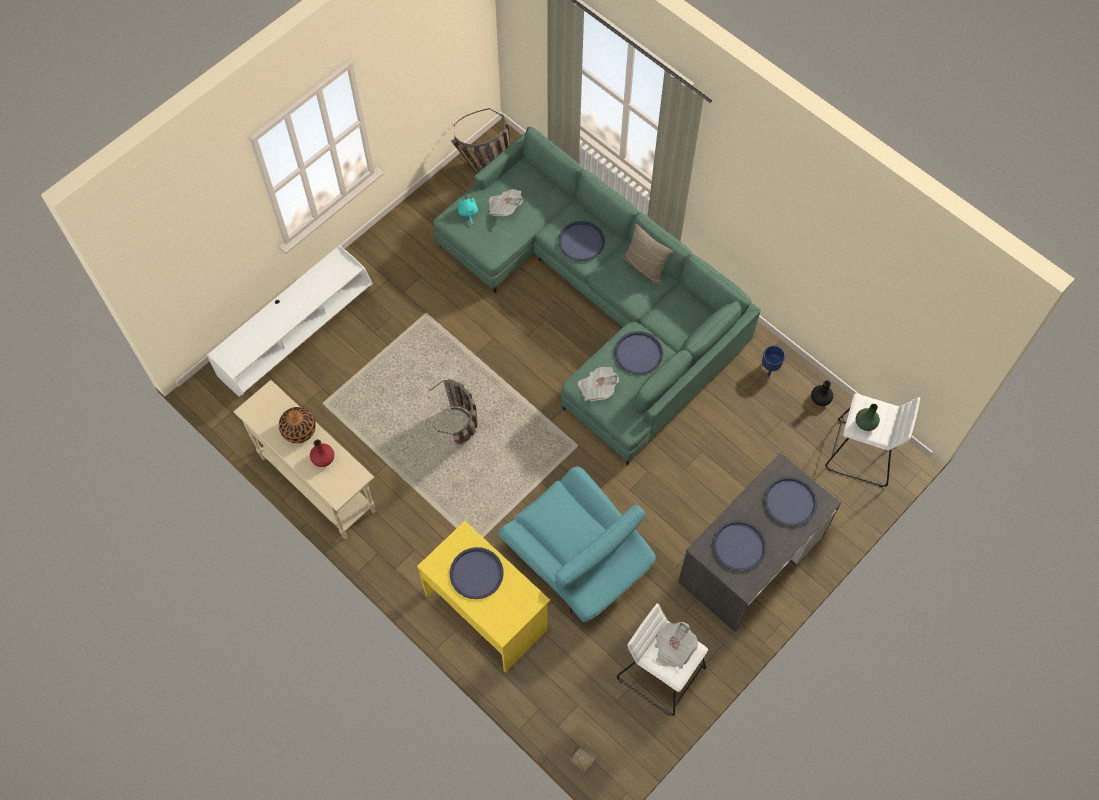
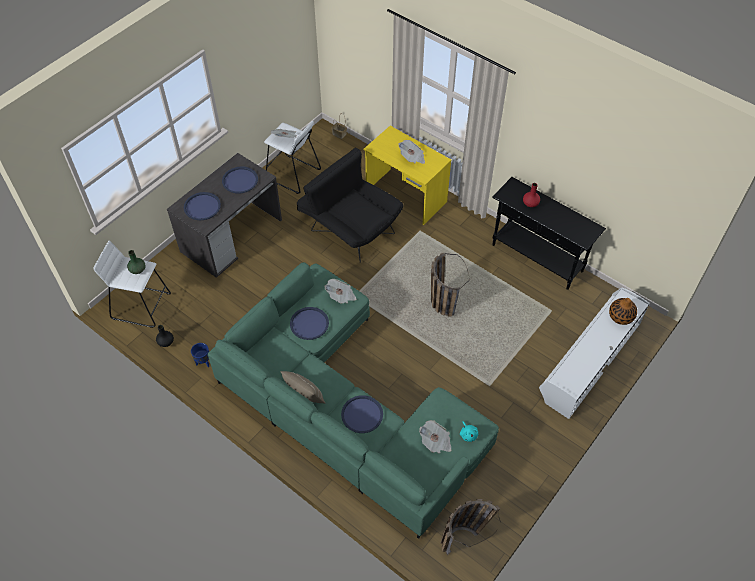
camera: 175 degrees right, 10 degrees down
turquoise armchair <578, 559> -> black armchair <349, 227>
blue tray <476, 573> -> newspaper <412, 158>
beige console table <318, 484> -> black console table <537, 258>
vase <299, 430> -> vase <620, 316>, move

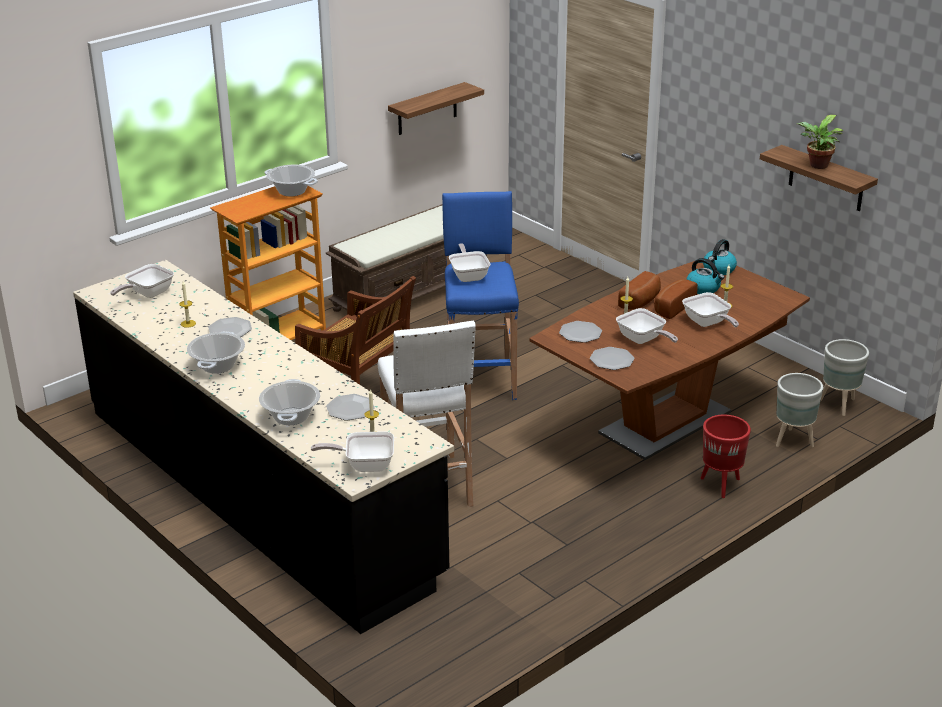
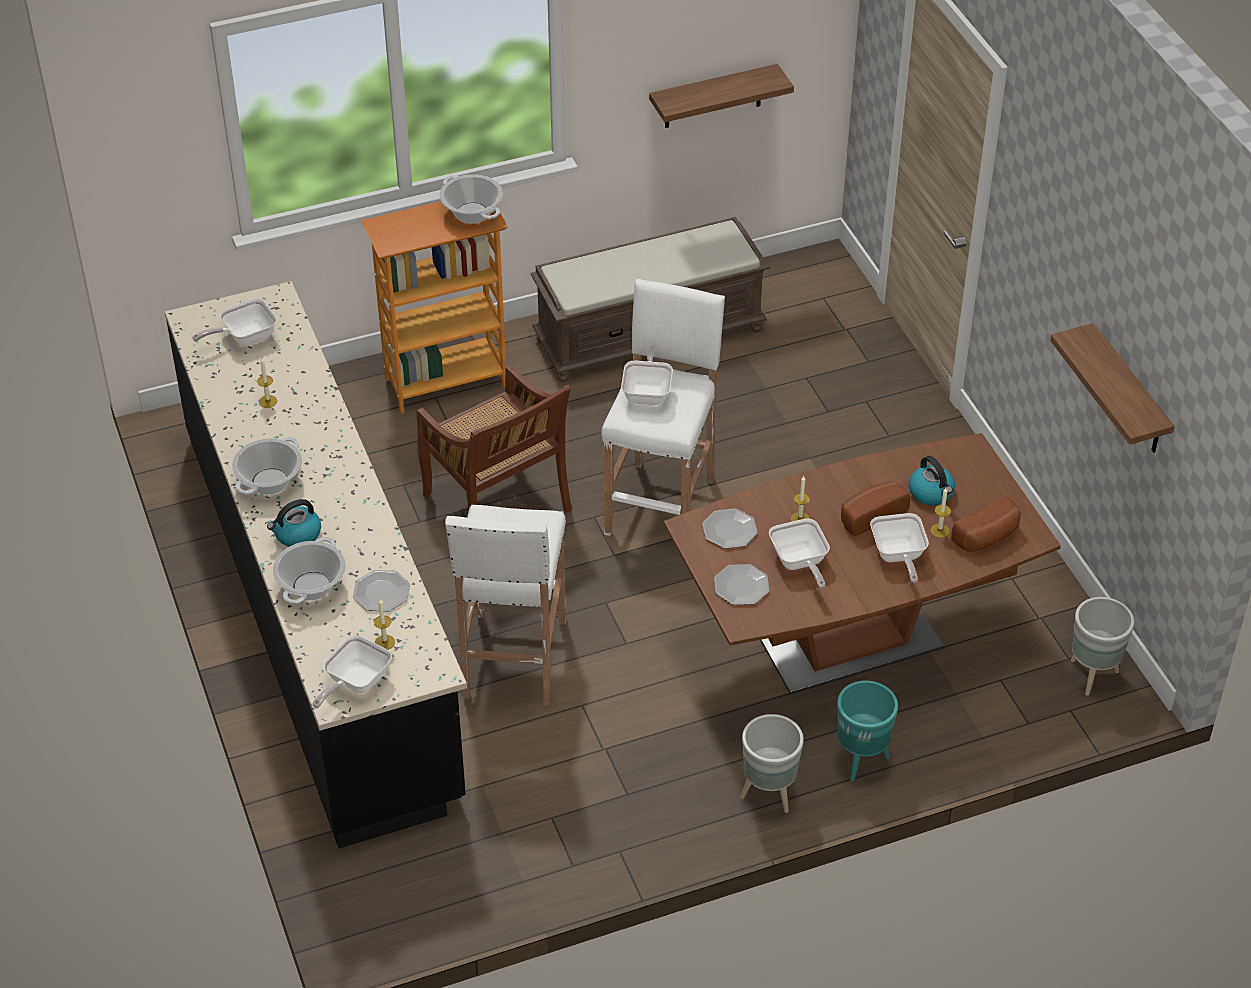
camera: 20 degrees right, 15 degrees up
kettle <718, 269> -> kettle <297, 535>, move
frying pan <364, 465> -> frying pan <354, 683>, 75 degrees counterclockwise
blue stool <480, 378> -> white stool <661, 504>
grey planter <793, 441> -> grey planter <768, 795>, move
red planter <721, 485> -> turquoise planter <861, 761>
bread <641, 301> -> bread <988, 538>, move
plate <230, 329> -> none
potted plant <816, 166> -> none

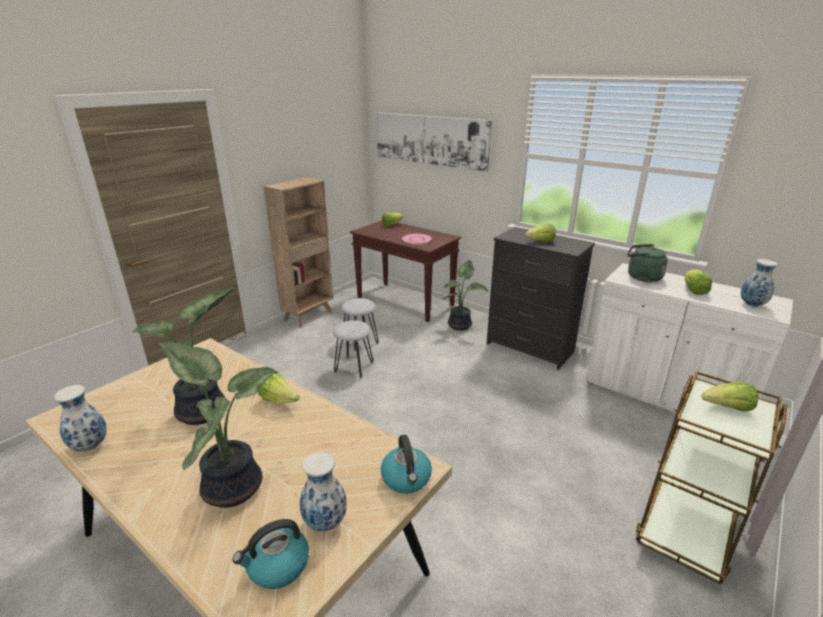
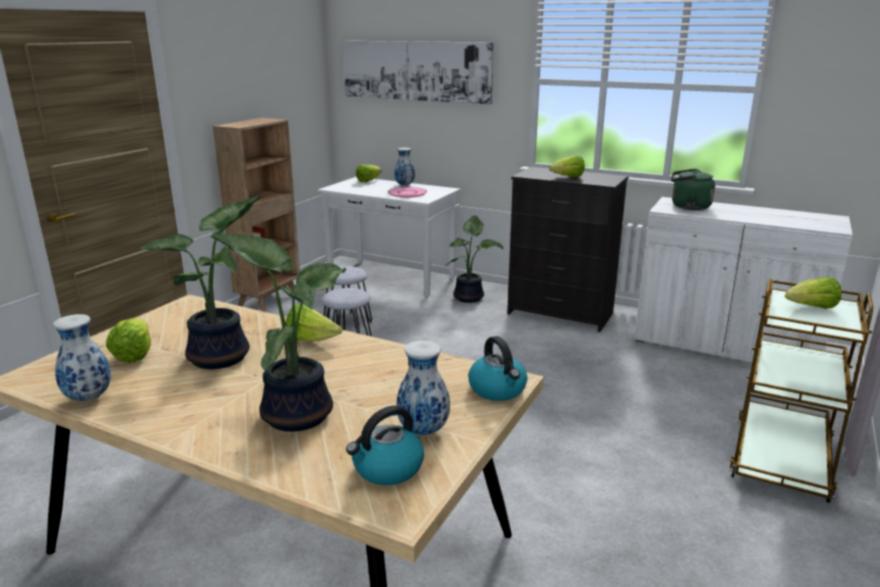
camera: 10 degrees left, 5 degrees down
lettuce <693, 291> -> lettuce <134, 355>, move
brown console table <406, 302> -> white console table <393, 278>
vase <751, 304> -> vase <404, 185>, move

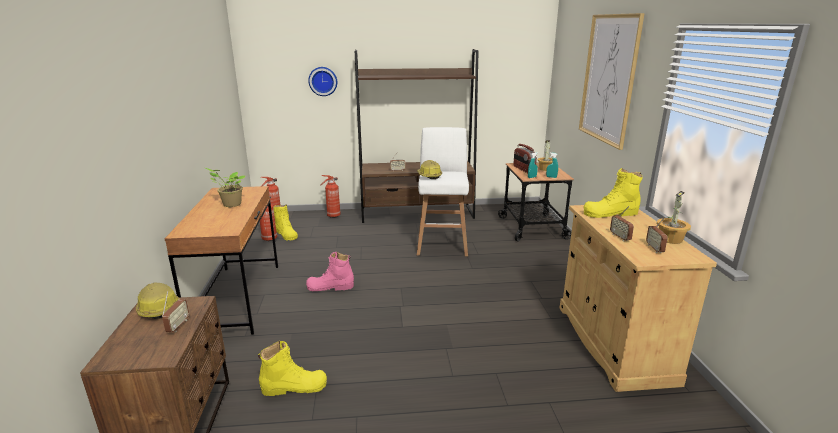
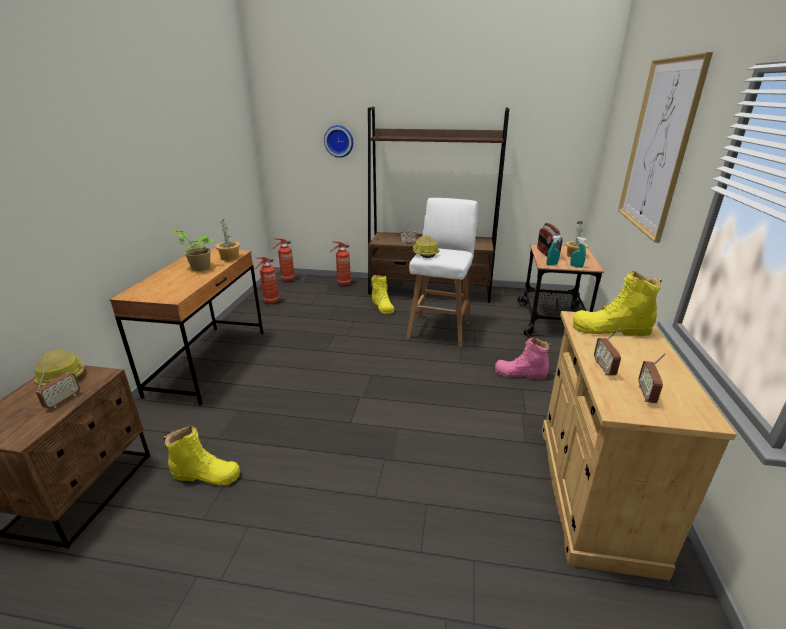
camera: 15 degrees right, 5 degrees up
potted plant <670, 239> -> potted plant <230, 257>, move
yellow boot <286, 234> -> yellow boot <382, 306>, move
pink boot <330, 287> -> pink boot <520, 373>, move

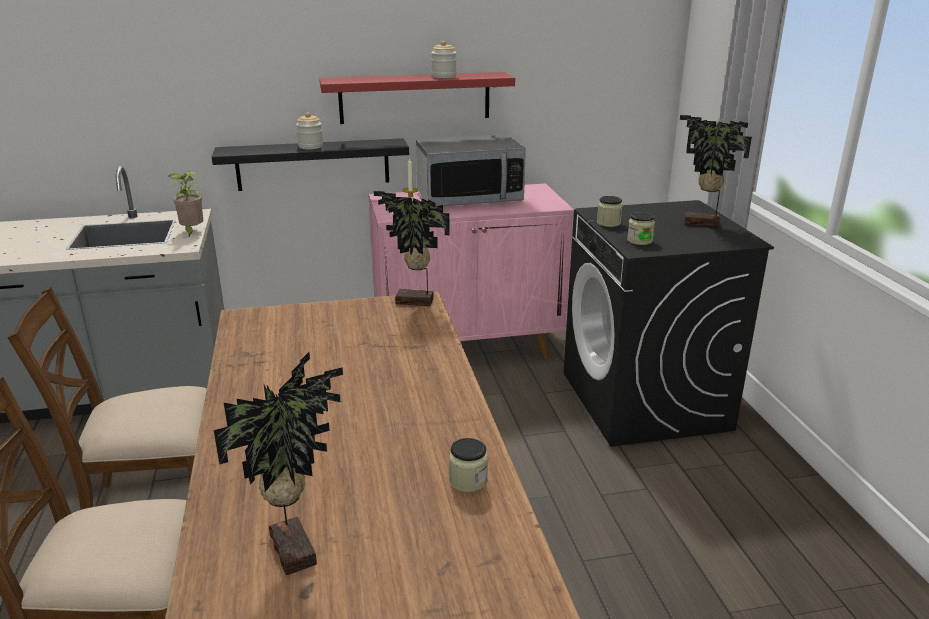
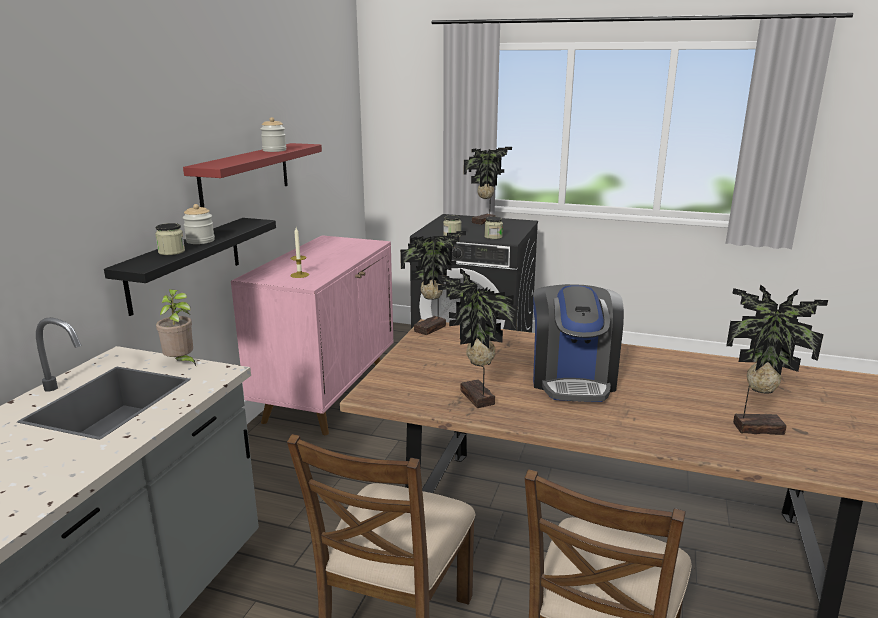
camera: 60 degrees left, 5 degrees down
jar <468, 481> -> jar <171, 252>, move
none -> potted plant <475, 399>
none -> coffee machine <573, 379>
microwave <469, 198> -> none

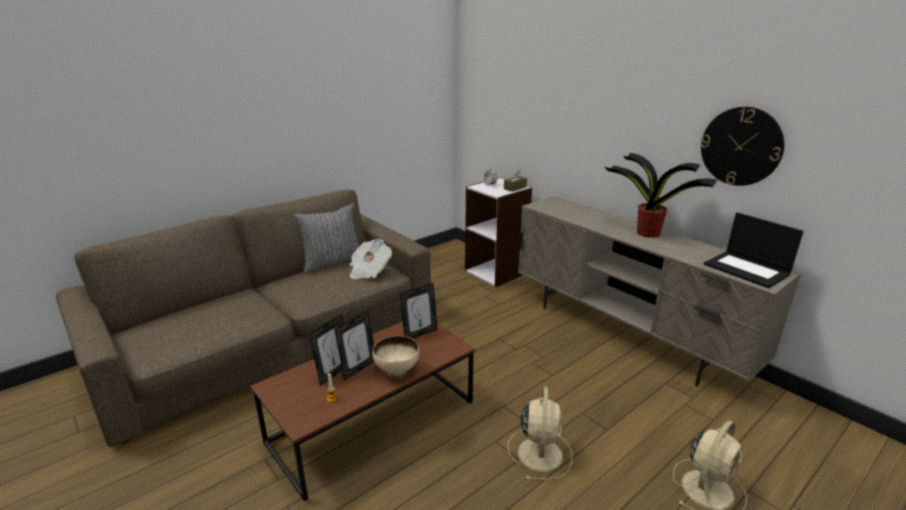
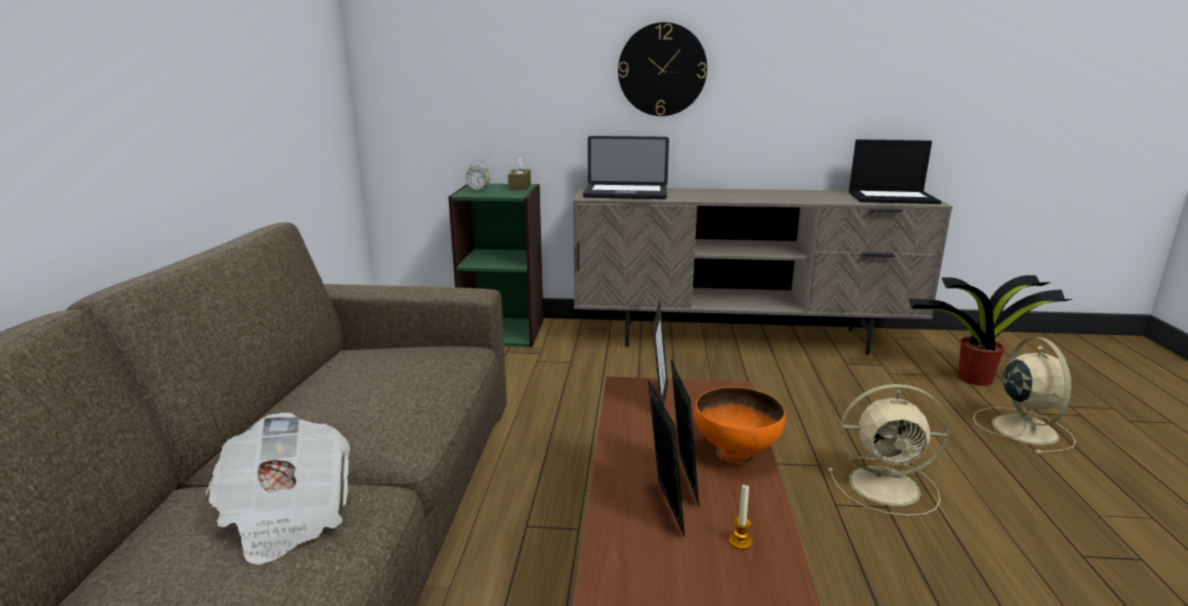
camera: 45 degrees left, 5 degrees down
newspaper <369, 270> -> newspaper <286, 515>, move
white bookcase <496, 272> -> green bookcase <503, 331>
none -> laptop <626, 194>
wall clock <741, 146> -> wall clock <662, 70>, move
beige bowl <397, 372> -> orange bowl <736, 454>
beige fan <540, 452> -> beige fan <887, 486>, 135 degrees clockwise
potted plant <646, 232> -> potted plant <972, 378>, move
grey pillow <332, 263> -> none

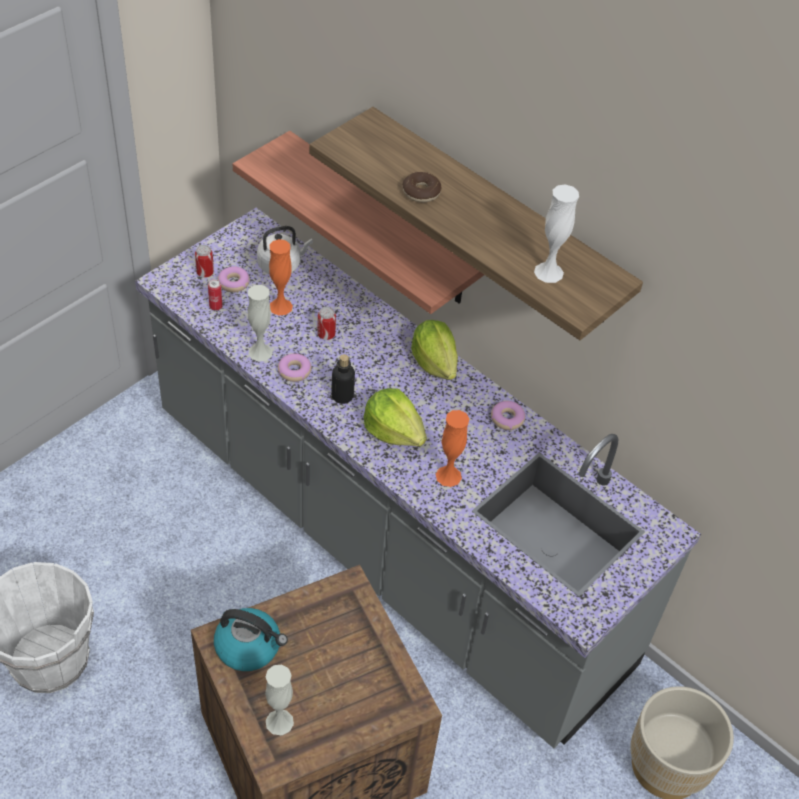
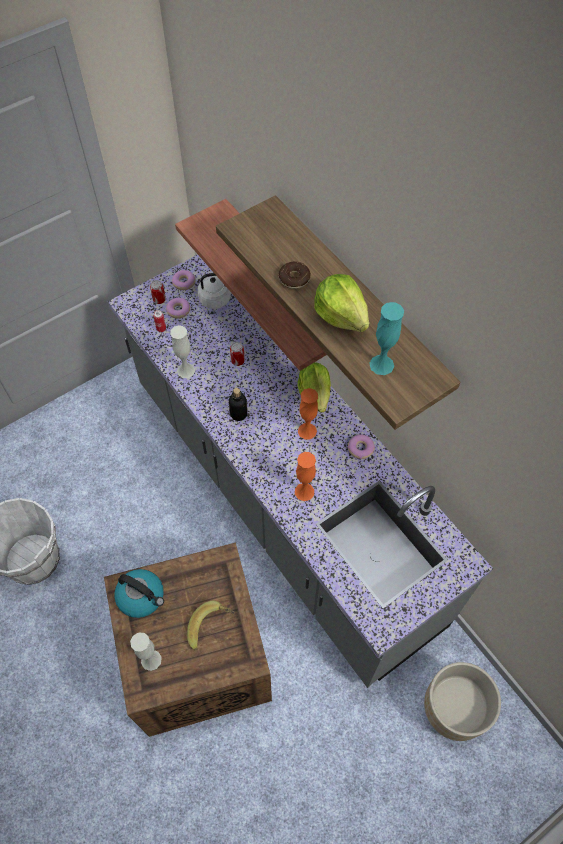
camera: 15 degrees right, 10 degrees up
donut <294, 371> -> donut <184, 282>, move
none -> banana <211, 628>
orange vase <280, 306> -> orange vase <307, 431>, move
lettuce <394, 431> -> lettuce <341, 315>, move
white vase <548, 272> -> turquoise vase <381, 364>

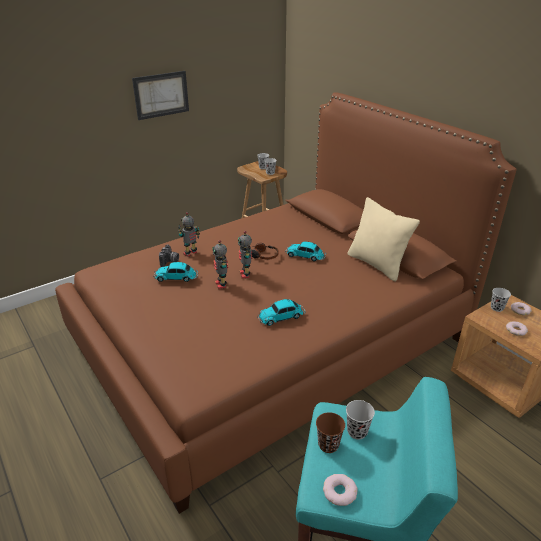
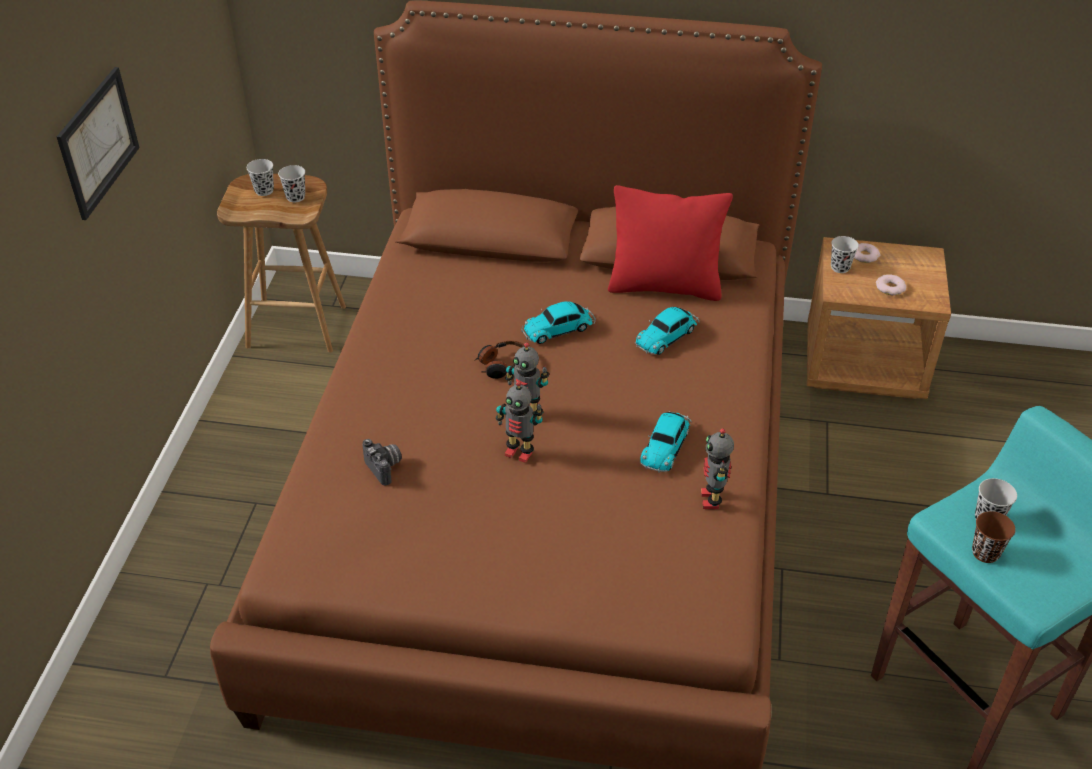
camera: 45 degrees left, 10 degrees up
beige pillow <377, 264> -> red pillow <665, 286>
toy car <177, 277> -> toy car <667, 336>, move
toy robot <191, 253> -> toy robot <712, 499>, move
donut <339, 492> -> none

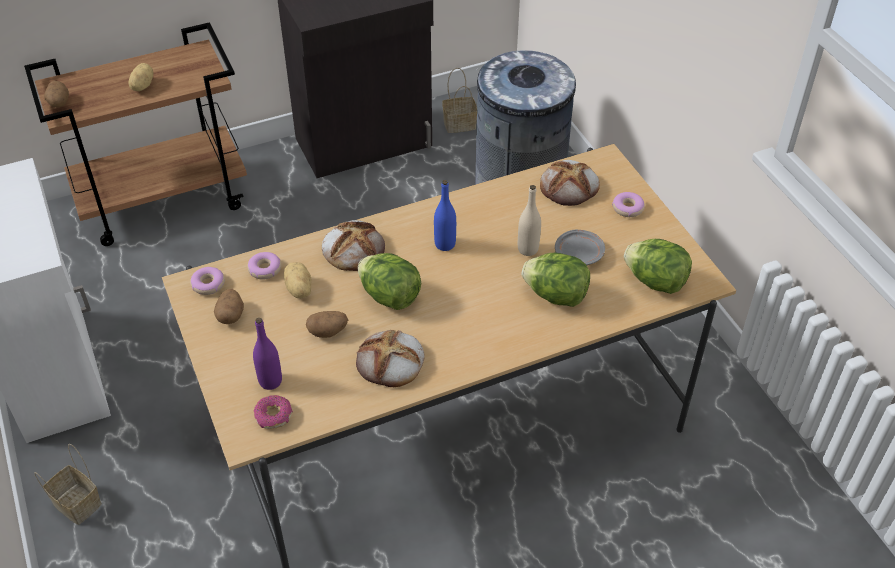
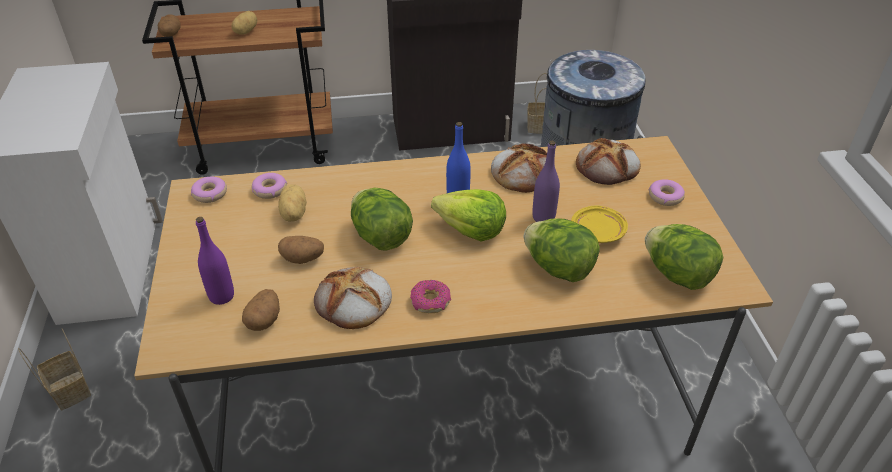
camera: 15 degrees right, 5 degrees down
potato <230, 315> -> potato <264, 320>, move
donut <274, 416> -> donut <430, 302>, move
none -> lettuce <471, 230>
bread <353, 249> -> bread <522, 172>, move
beige bottle <528, 249> -> purple bottle <543, 217>
grey plate <579, 254> -> yellow plate <598, 232>

